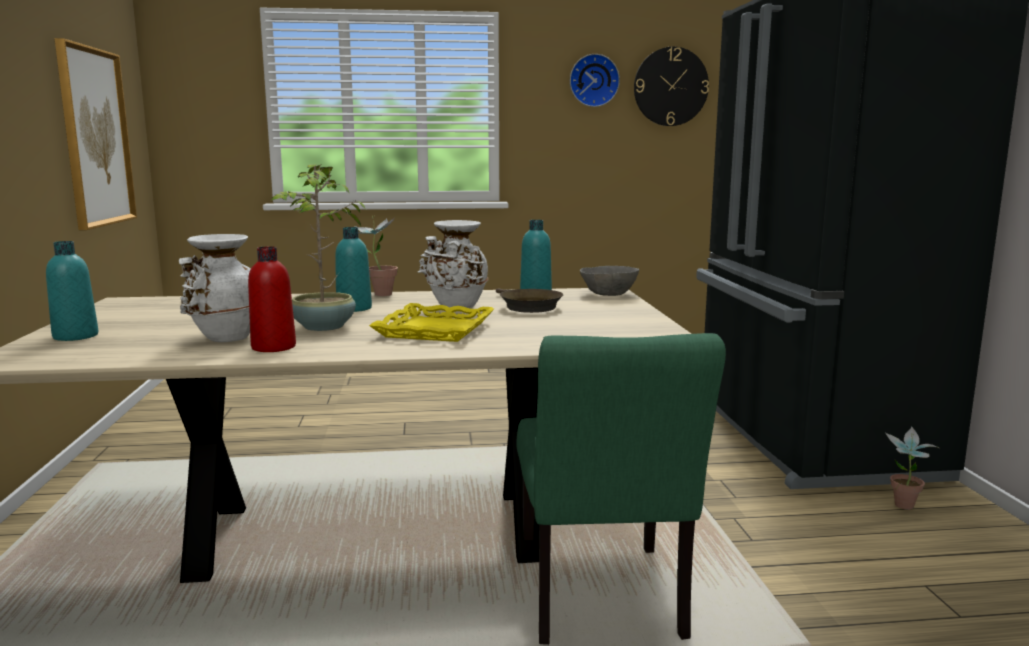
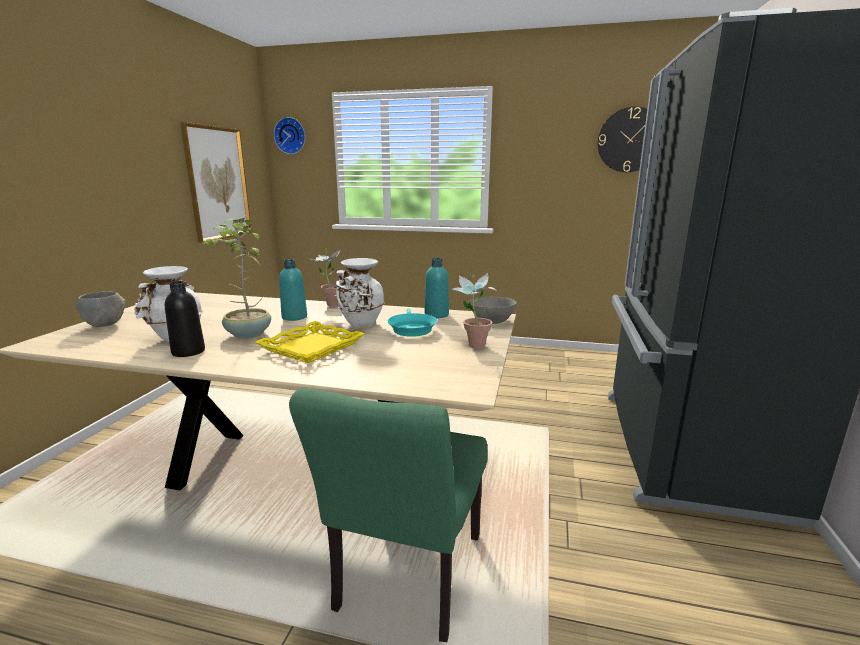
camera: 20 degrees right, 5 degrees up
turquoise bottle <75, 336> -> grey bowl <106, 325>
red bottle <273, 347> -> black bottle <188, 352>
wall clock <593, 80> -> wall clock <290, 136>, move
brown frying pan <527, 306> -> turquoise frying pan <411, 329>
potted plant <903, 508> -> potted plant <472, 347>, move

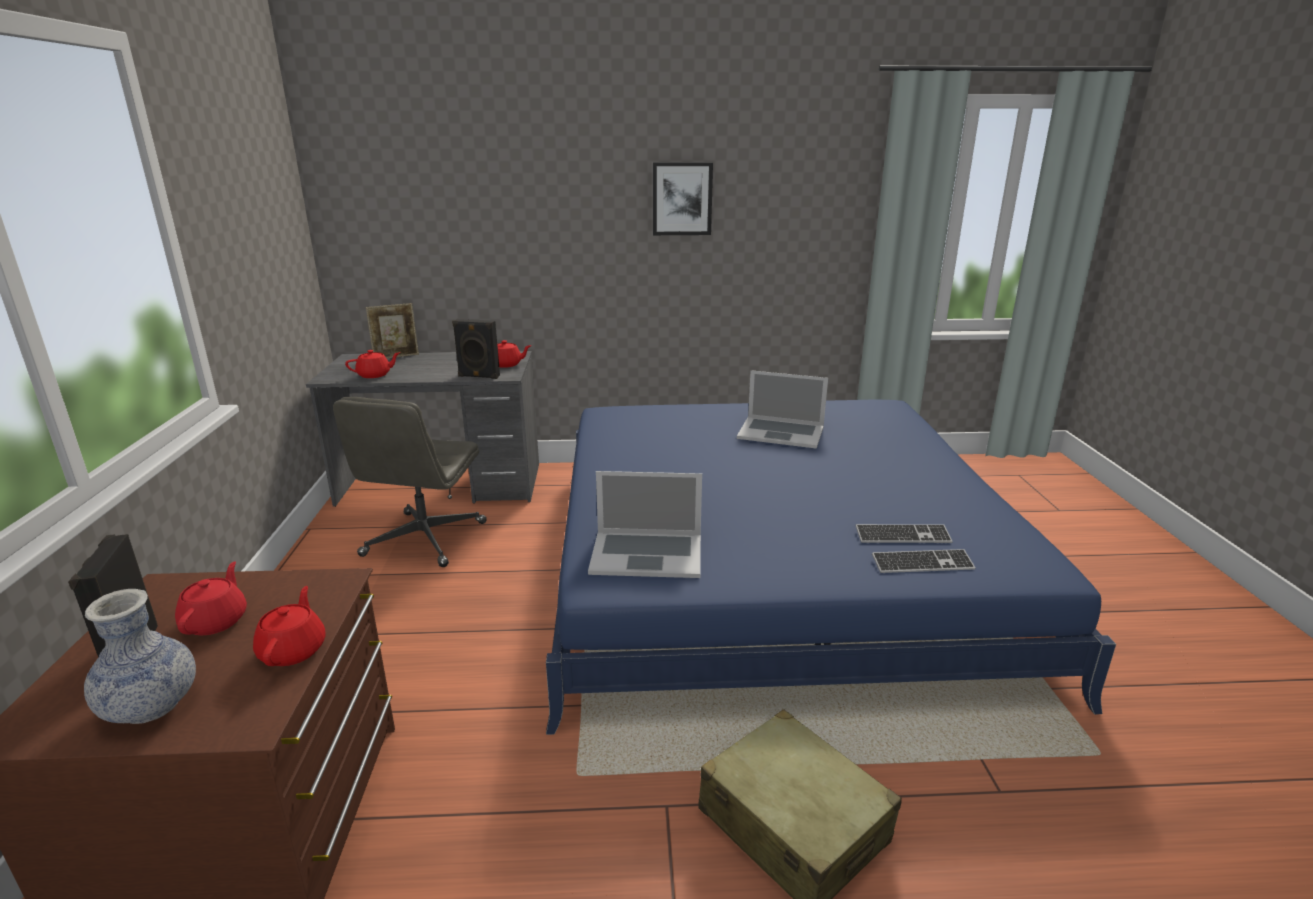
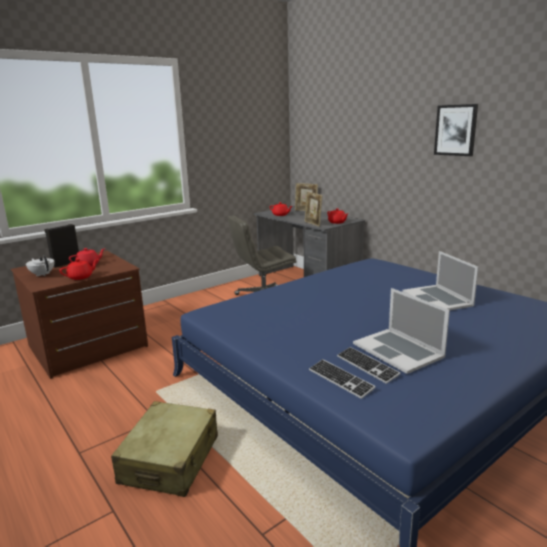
camera: 55 degrees right, 5 degrees down
vase <151, 706> -> white teapot <42, 274>
black speaker <478, 376> -> picture frame <313, 224>
laptop <647, 554> -> laptop <398, 350>, move

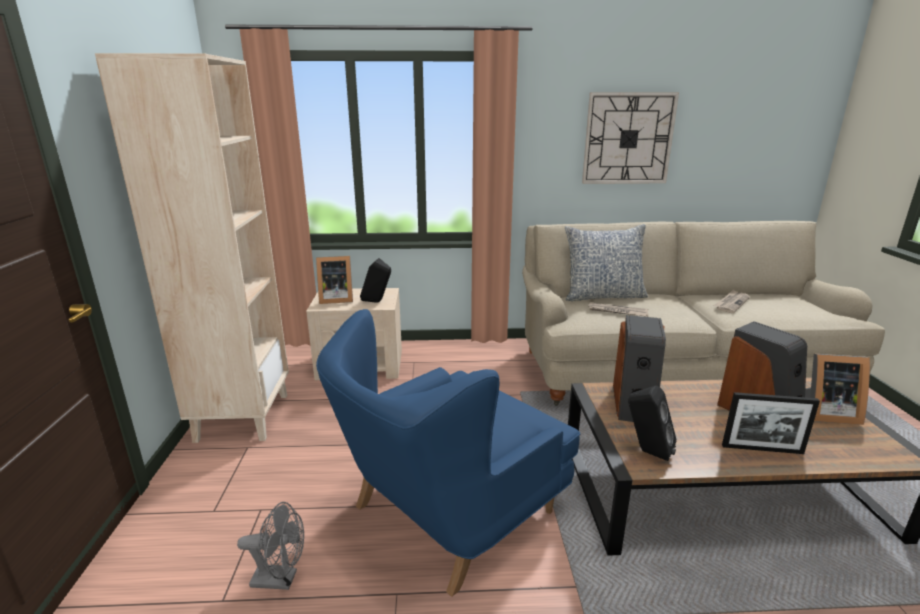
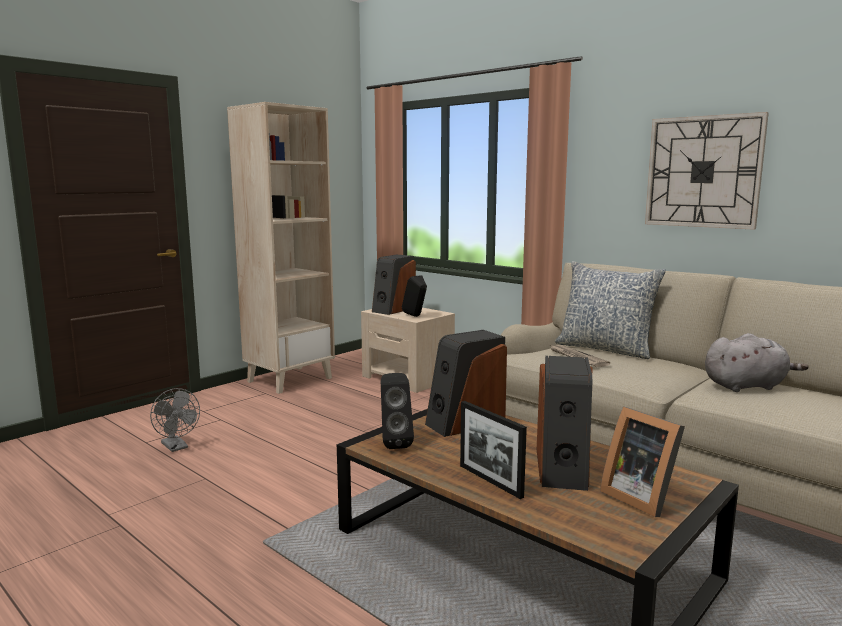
camera: 45 degrees right, 10 degrees down
picture frame <335, 299> -> speaker <393, 309>
newspaper <731, 303> -> grey plush toy <747, 386>
blue armchair <449, 511> -> none

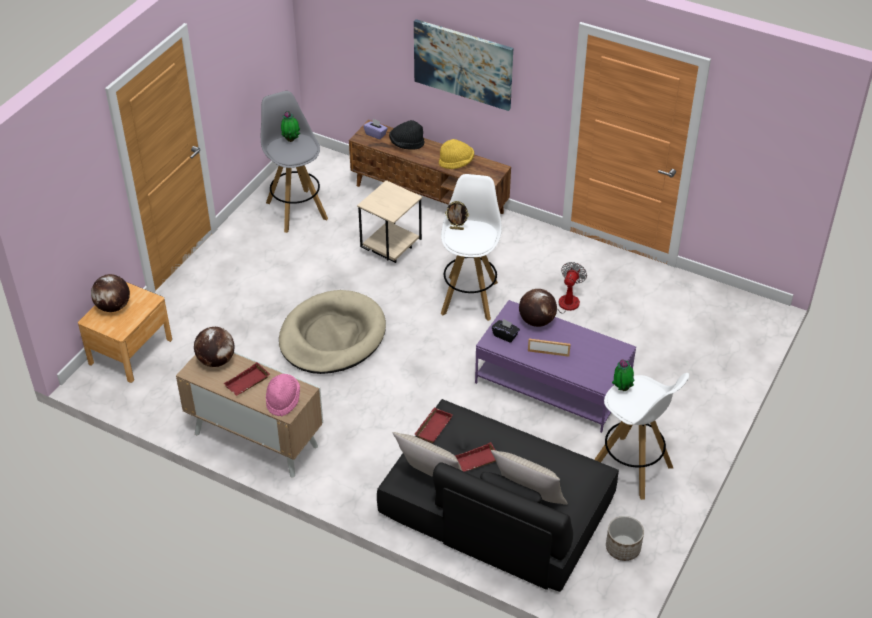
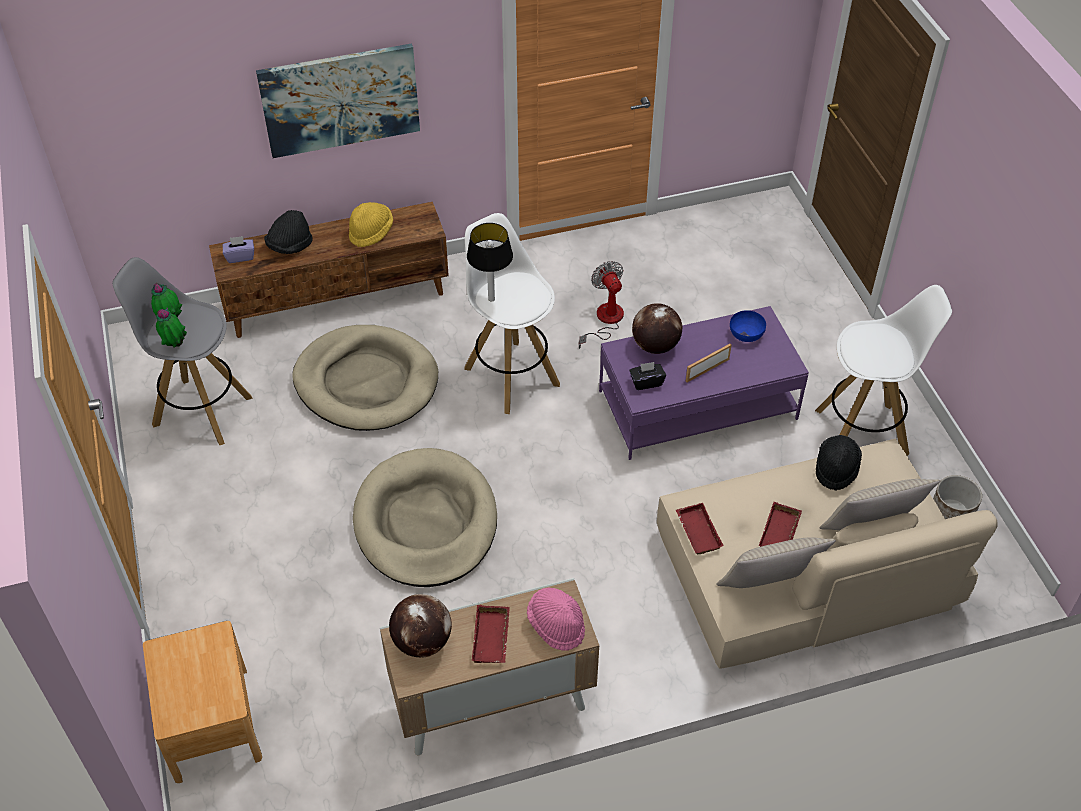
camera: 45 degrees left, 5 degrees up
potted plant <622, 388> -> potted plant <174, 345>, move
beige side table <390, 250> -> beige dog bed <366, 382>
picture frame <456, 228> -> table lamp <491, 298>
black sofa <496, 507> -> beige sofa <806, 569>
none -> blue bowl <746, 334>
none -> black hat <836, 469>
globe <113, 307> -> none

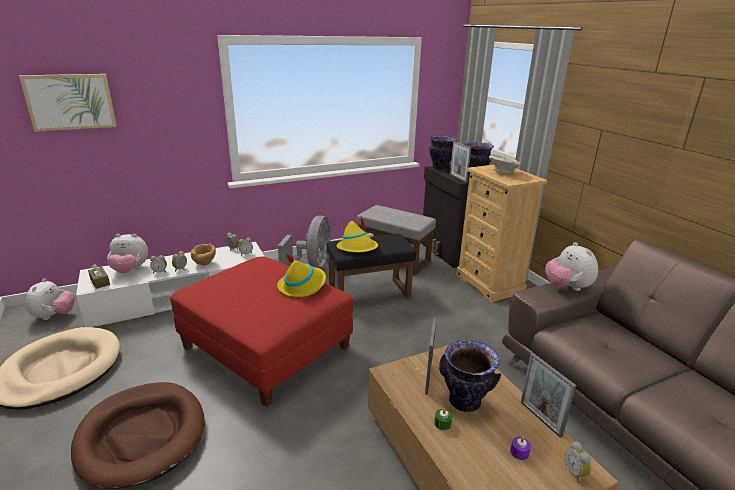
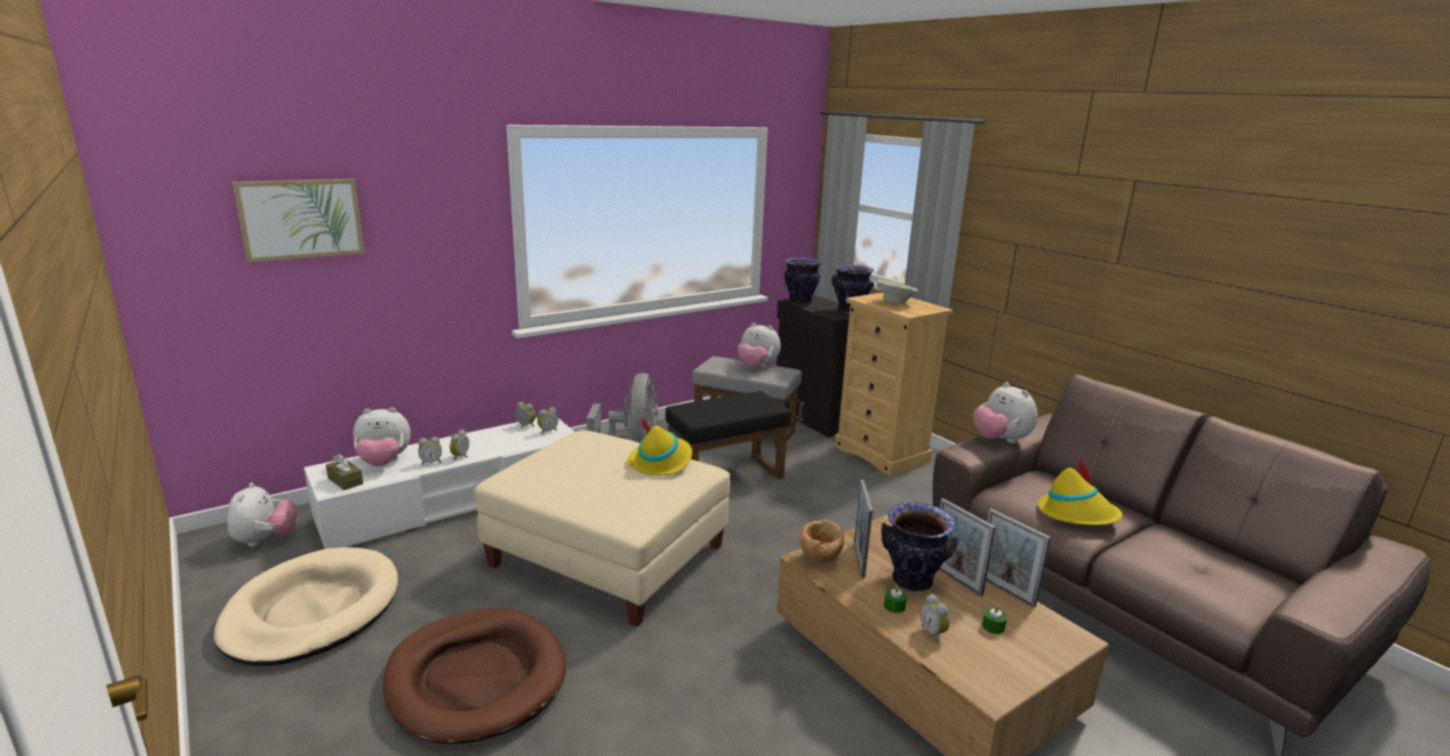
camera: 10 degrees left, 5 degrees down
red ottoman <266, 347> -> beige ottoman <608, 555>
none -> plush toy <757, 367>
brown bowl <205, 264> -> brown bowl <820, 559>, move
alarm clock <576, 472> -> alarm clock <934, 633>, move
picture frame <458, 178> -> picture frame <956, 579>, move
purple candle <519, 452> -> green candle <993, 626>
yellow hat <357, 248> -> yellow hat <1077, 514>, move

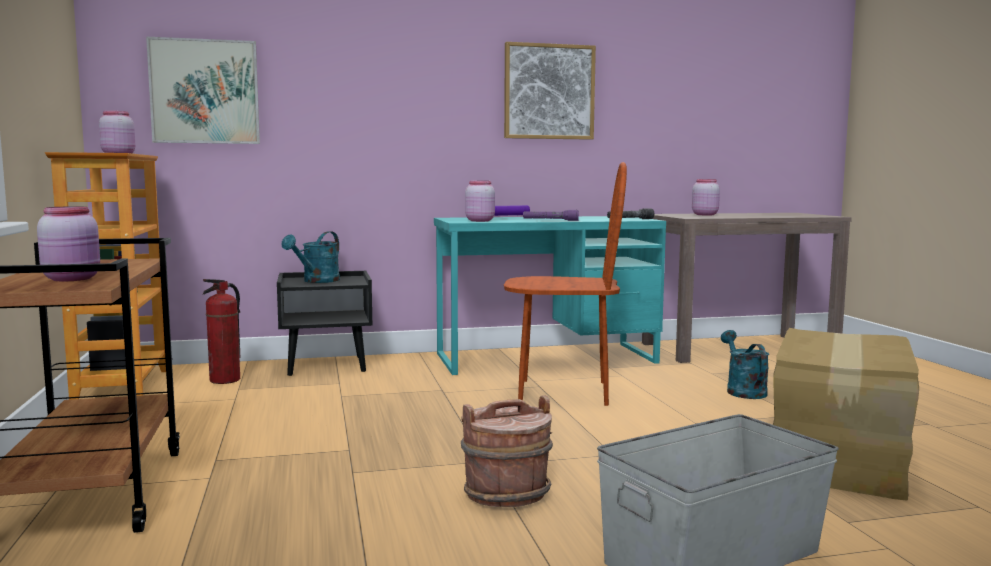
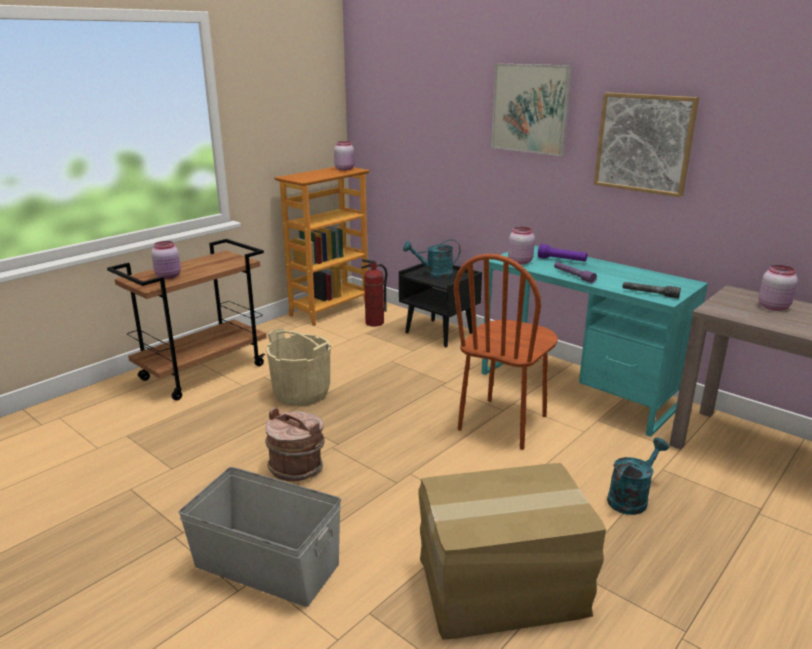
camera: 55 degrees right, 15 degrees up
none -> beige bucket <301, 393>
brown chair <563, 392> -> brown chair <503, 423>, 60 degrees clockwise
picture <205, 92> -> picture <530, 108>, move

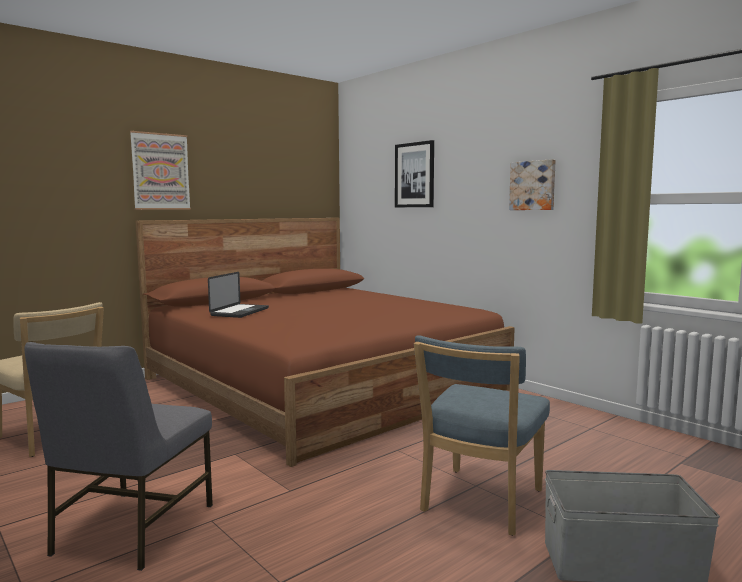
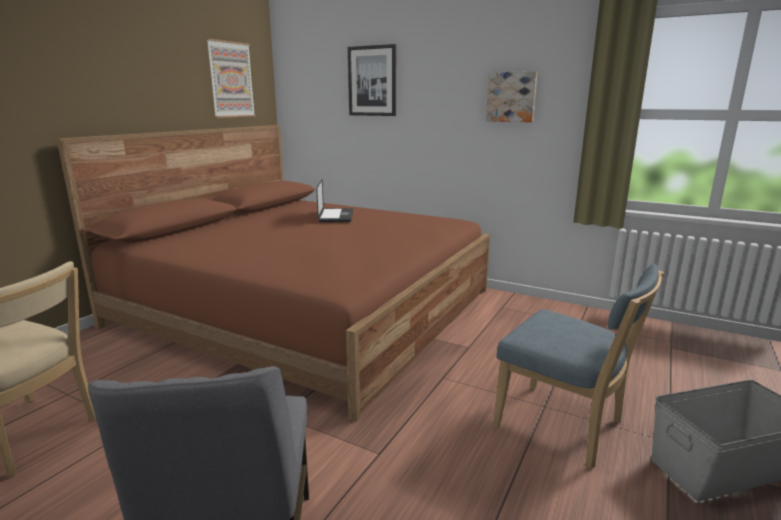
camera: 20 degrees left, 10 degrees up
picture <160, 171> -> picture <231, 80>, move
laptop <240, 312> -> laptop <336, 216>, move
blue chair <479, 503> -> blue chair <564, 427>, 60 degrees counterclockwise

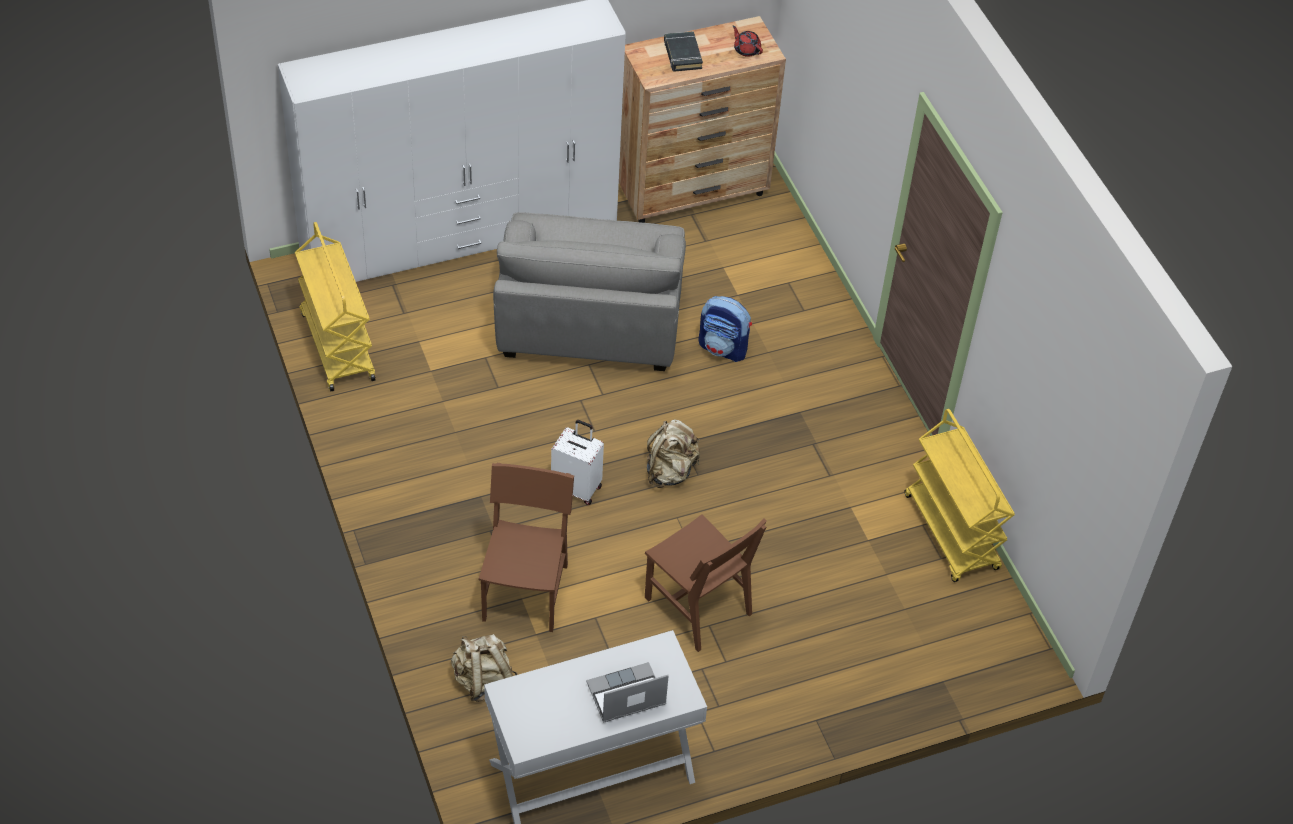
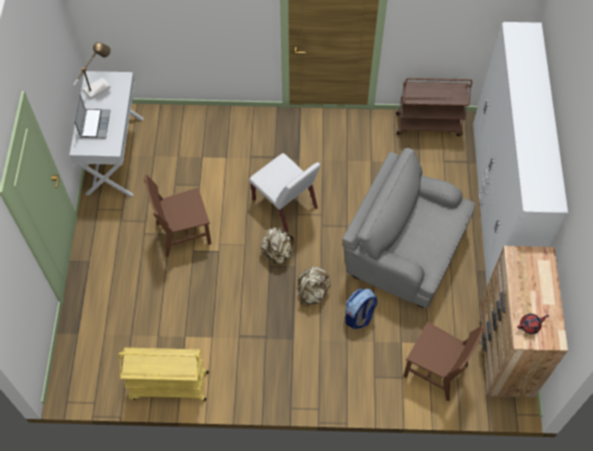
camera: 115 degrees right, 10 degrees up
none -> table lamp <99, 87>
white suitcase <577, 487> -> white chair <285, 204>
beige backpack <483, 680> -> beige backpack <313, 292>, move
yellow cart <337, 345> -> brown cart <429, 124>
brown chair <525, 592> -> brown chair <435, 371>, move
black book <682, 55> -> none

